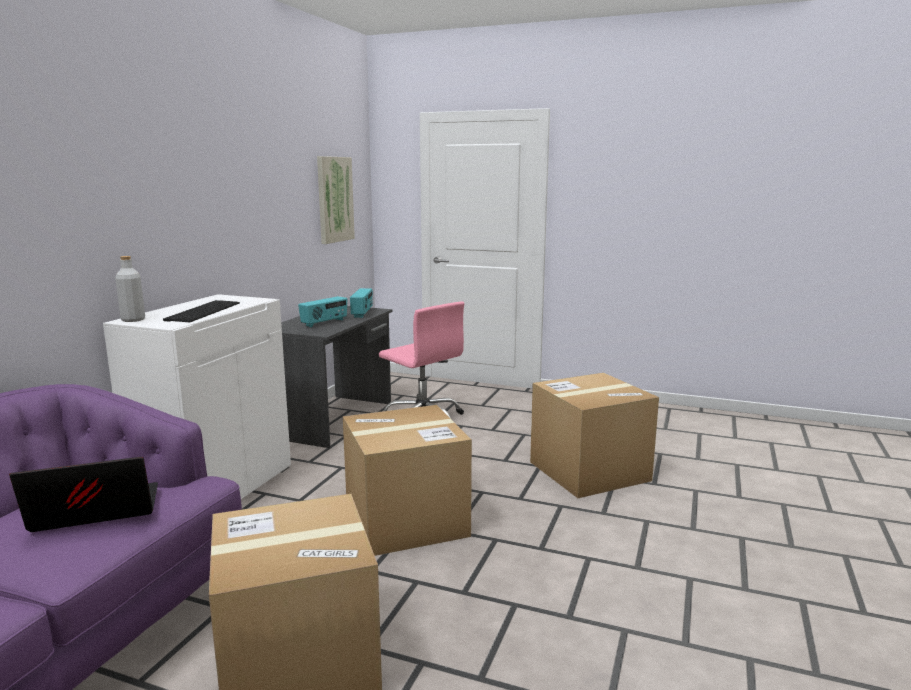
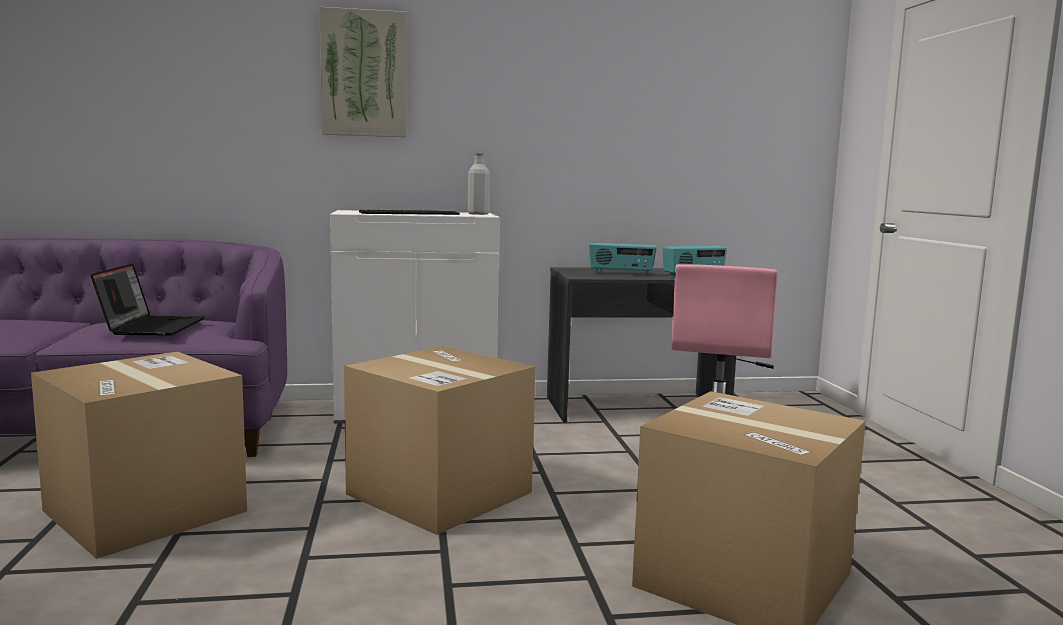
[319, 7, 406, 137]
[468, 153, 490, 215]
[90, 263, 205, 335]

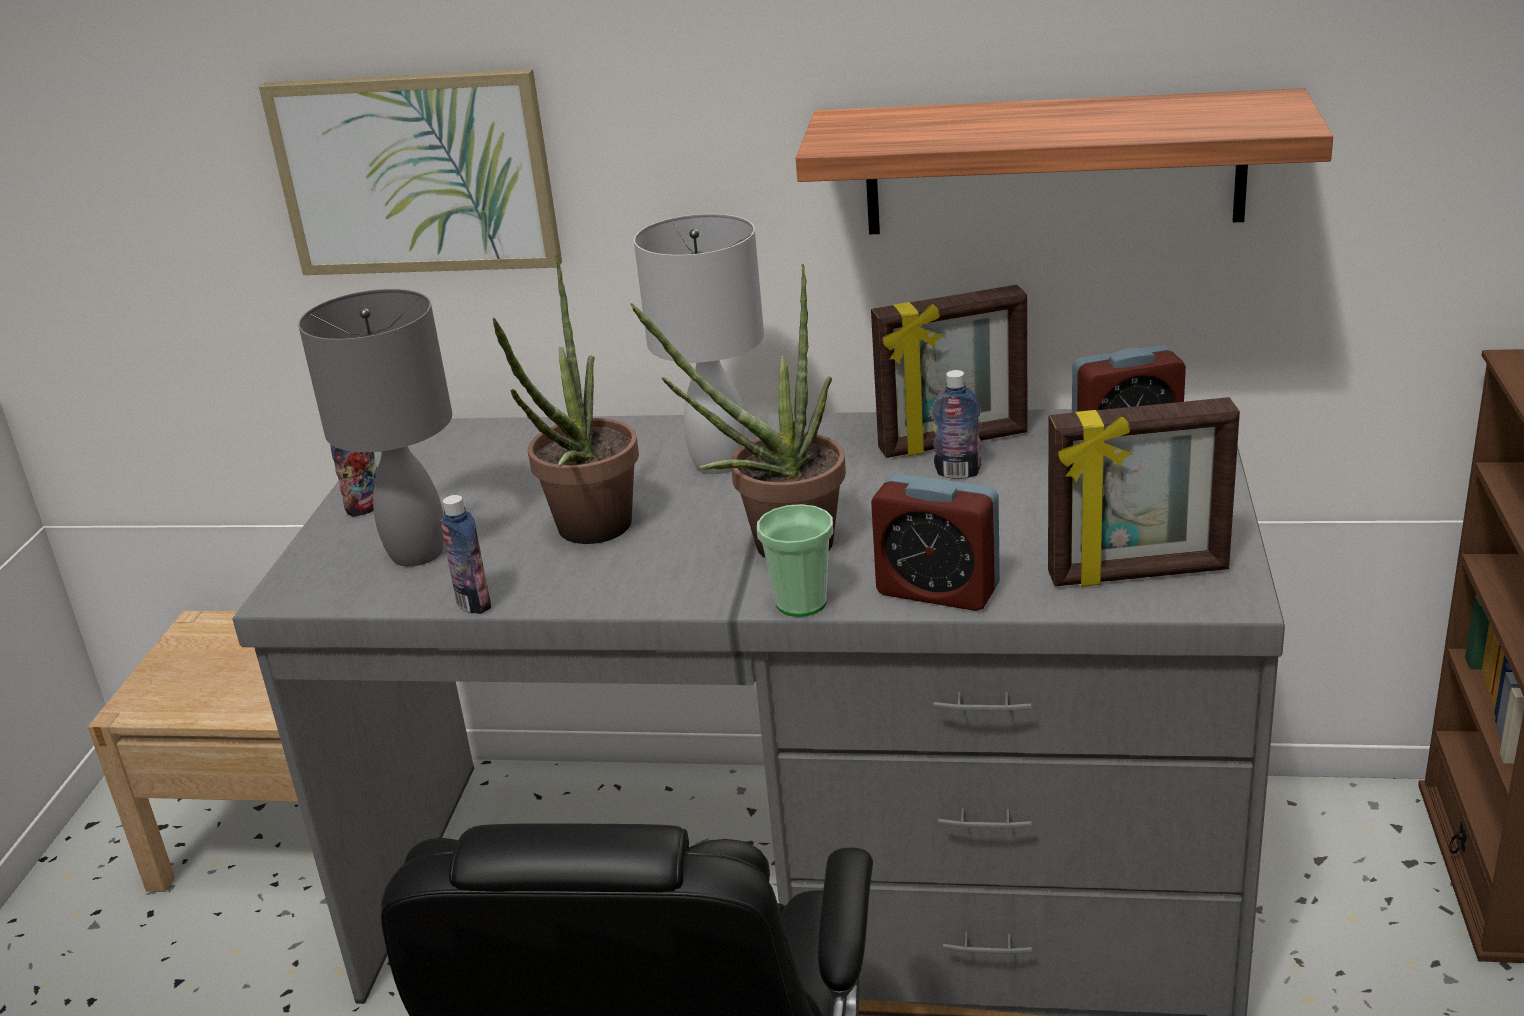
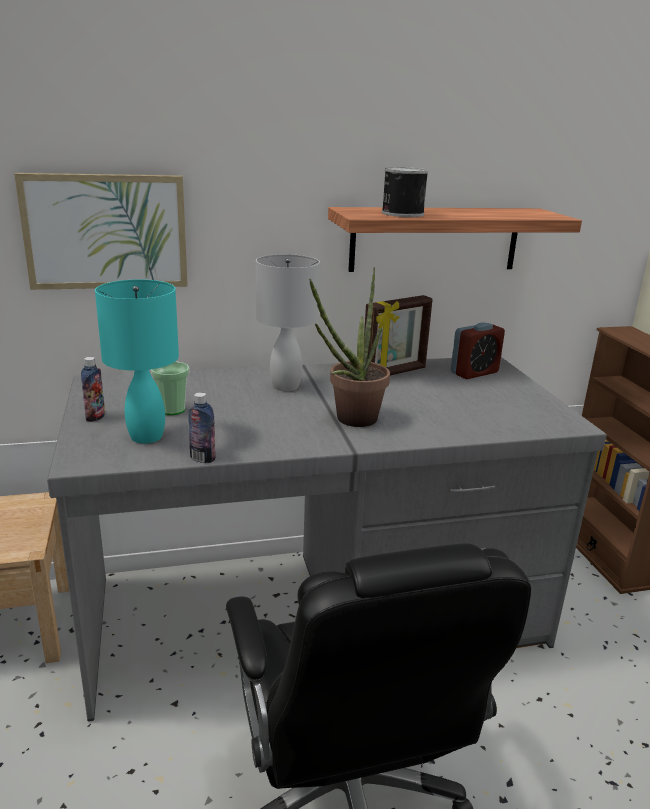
[492, 255, 639, 544] (first image)
[95, 279, 179, 444]
[932, 370, 982, 479] (first image)
[1048, 397, 1240, 587] (first image)
[871, 474, 1000, 611] (first image)
[151, 362, 189, 415]
[382, 167, 428, 217]

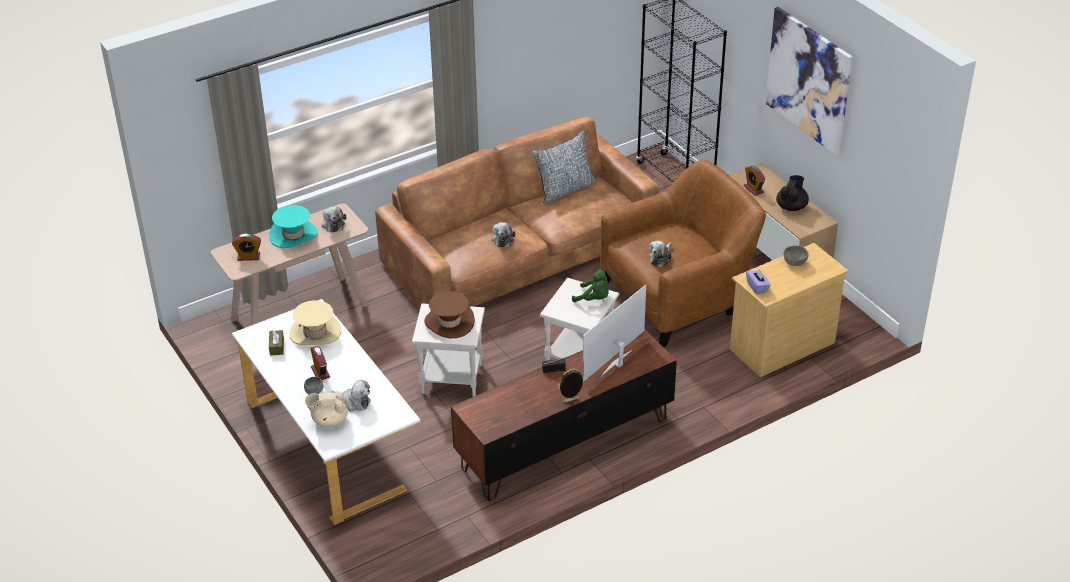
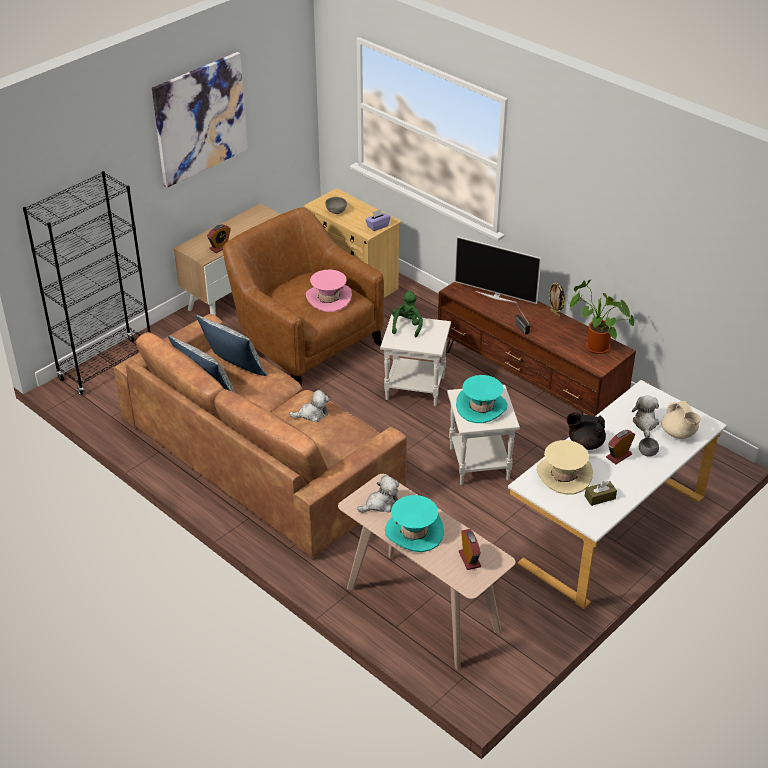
[567, 412, 606, 450]
[306, 270, 352, 312]
[456, 375, 508, 423]
[570, 280, 634, 354]
[195, 315, 267, 376]

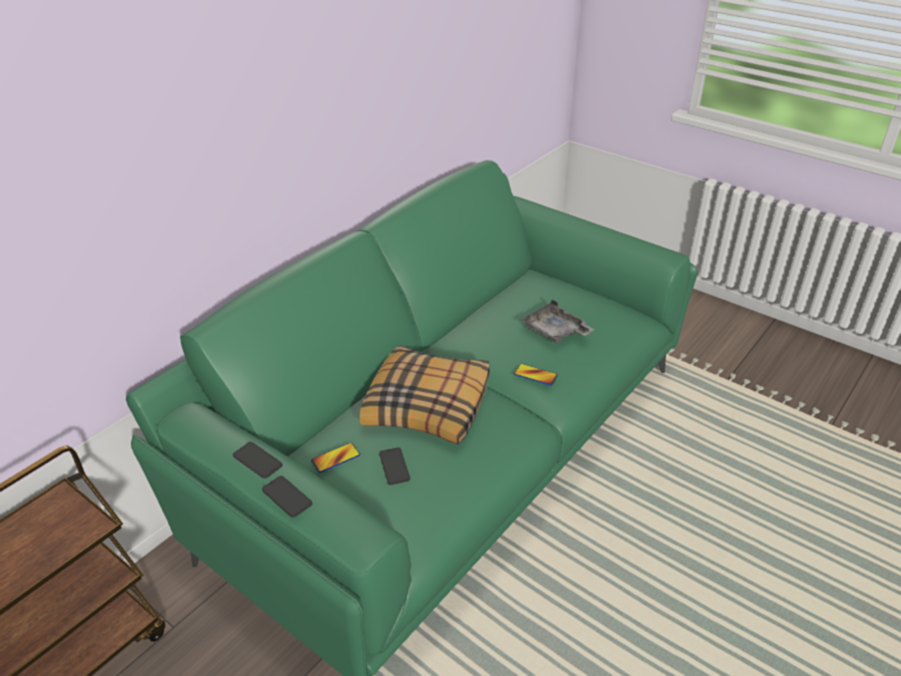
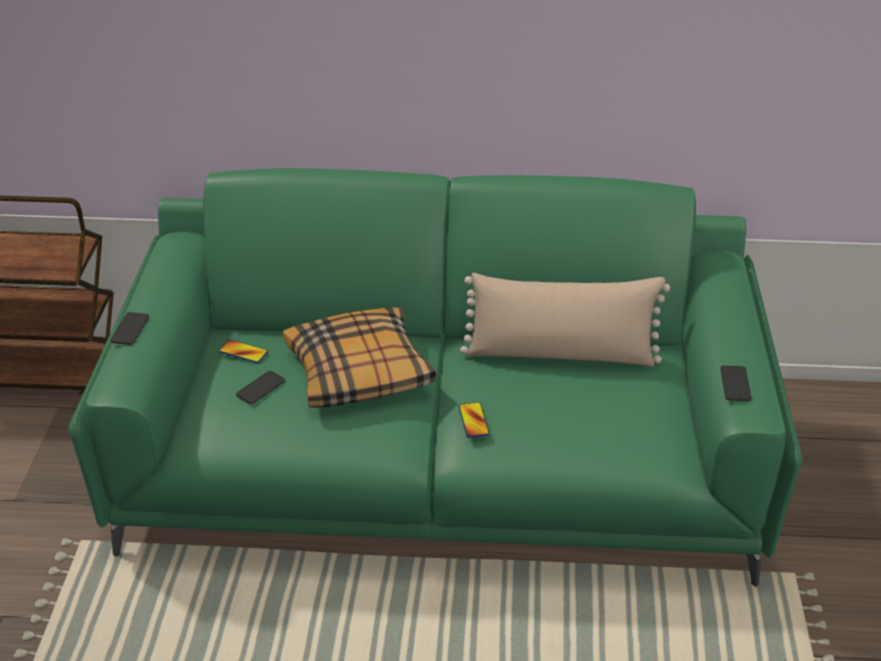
[521, 299, 594, 343] (first image)
[720, 366, 751, 401]
[460, 273, 670, 367]

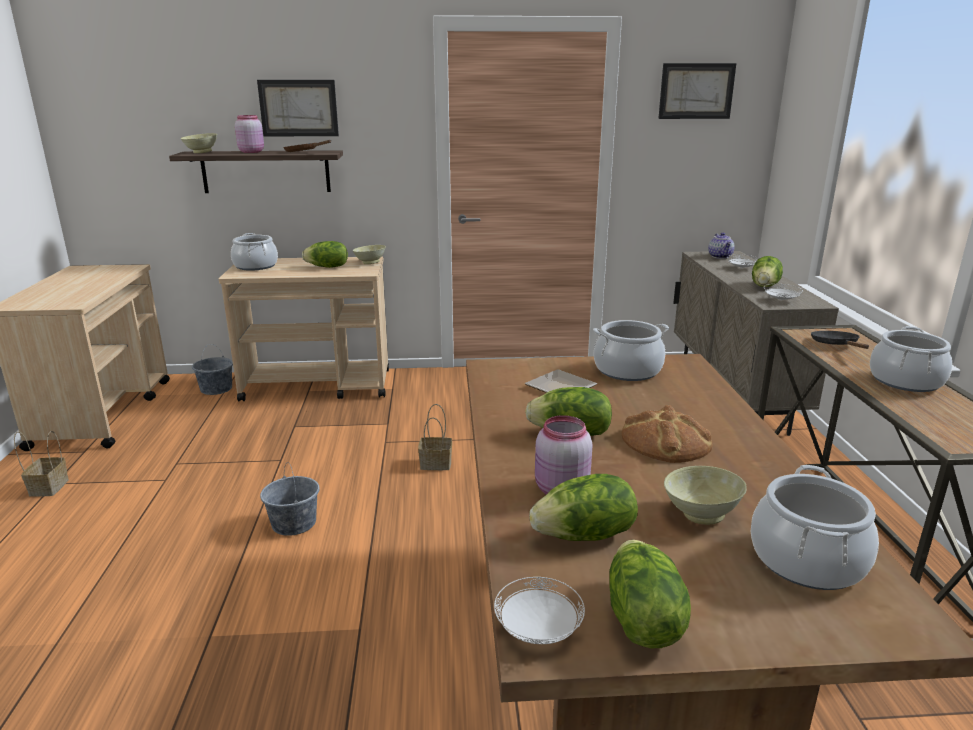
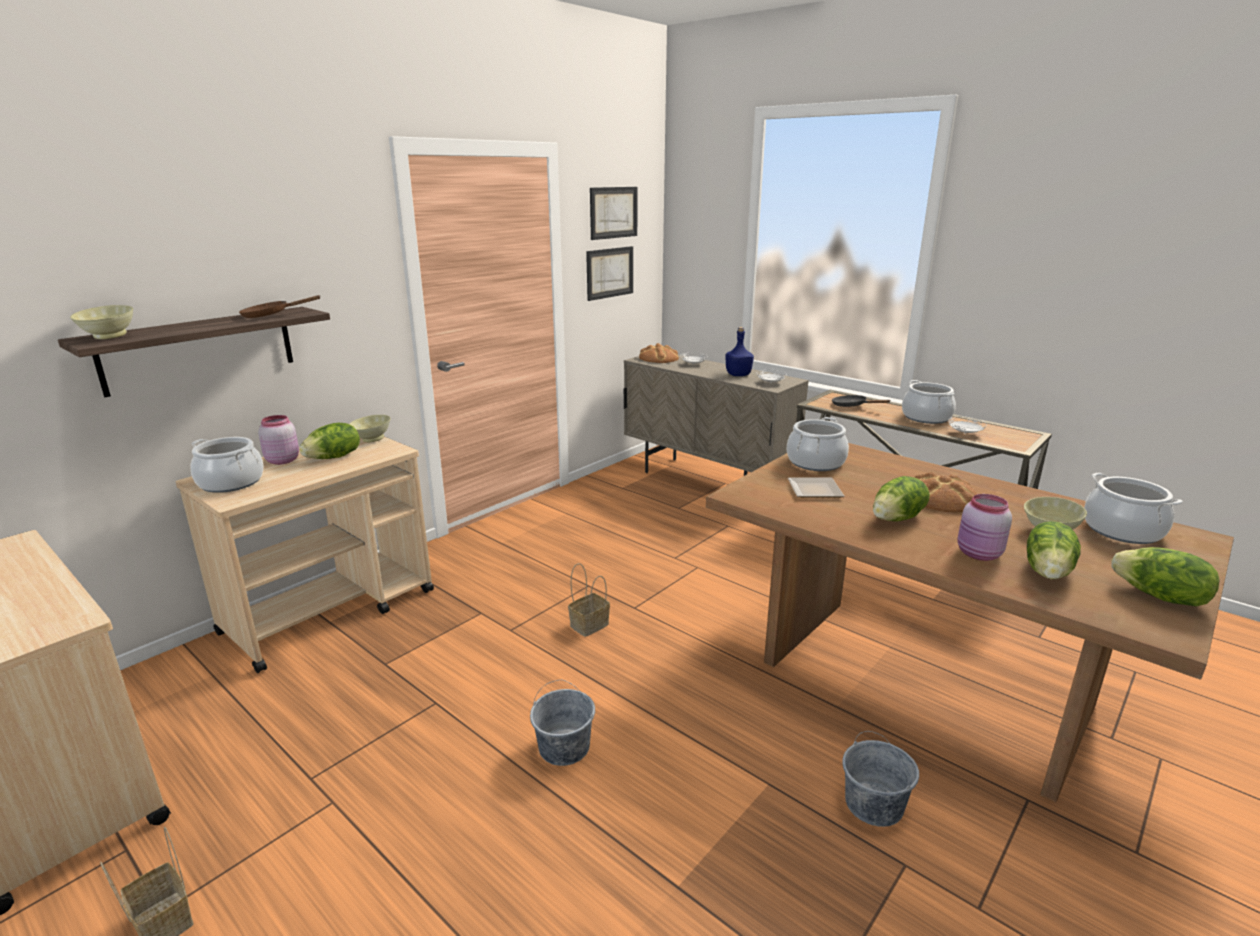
[586, 246, 633, 301]
[258, 415, 299, 465]
[639, 343, 679, 363]
[725, 327, 754, 376]
[842, 731, 919, 827]
[948, 416, 987, 434]

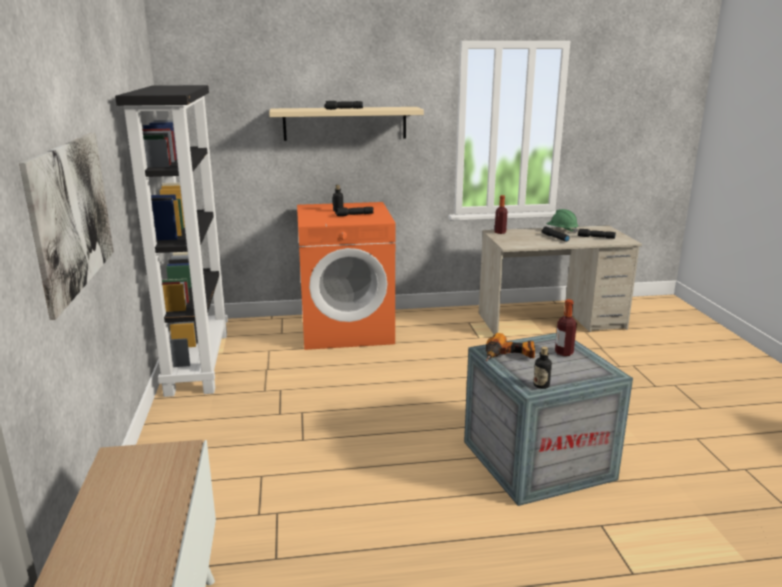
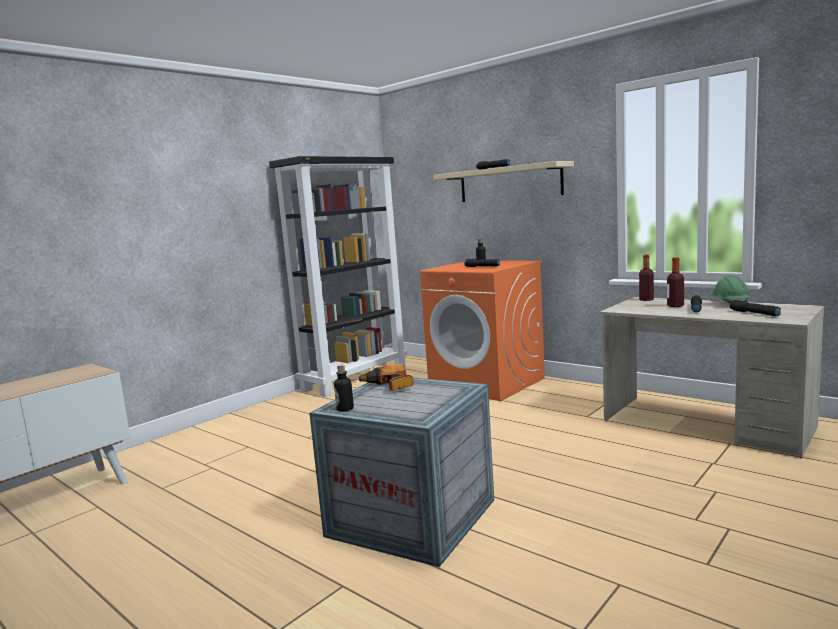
[19, 133, 114, 320] (first image)
[667, 257, 684, 307]

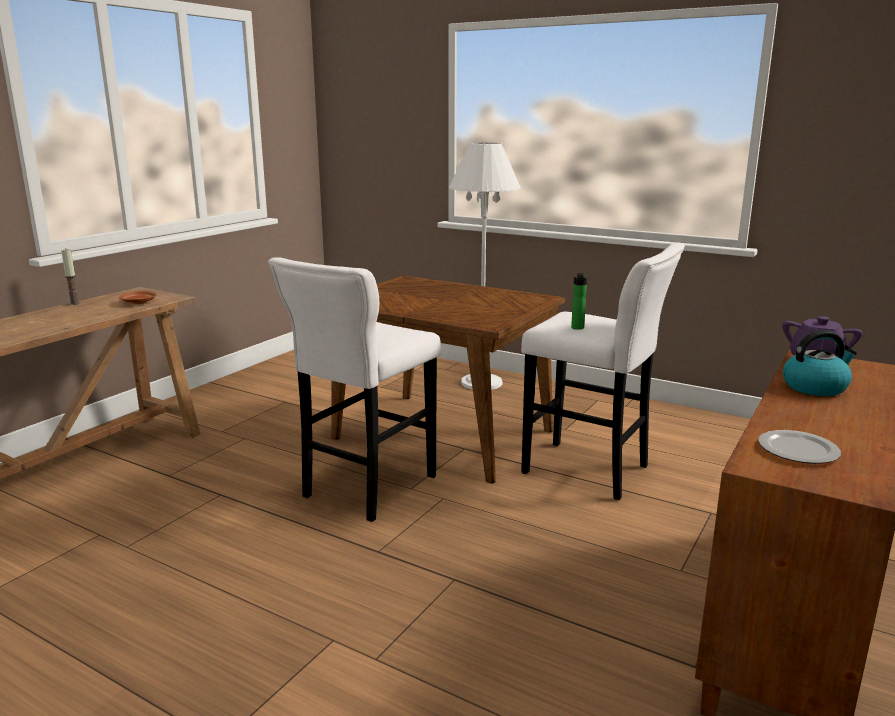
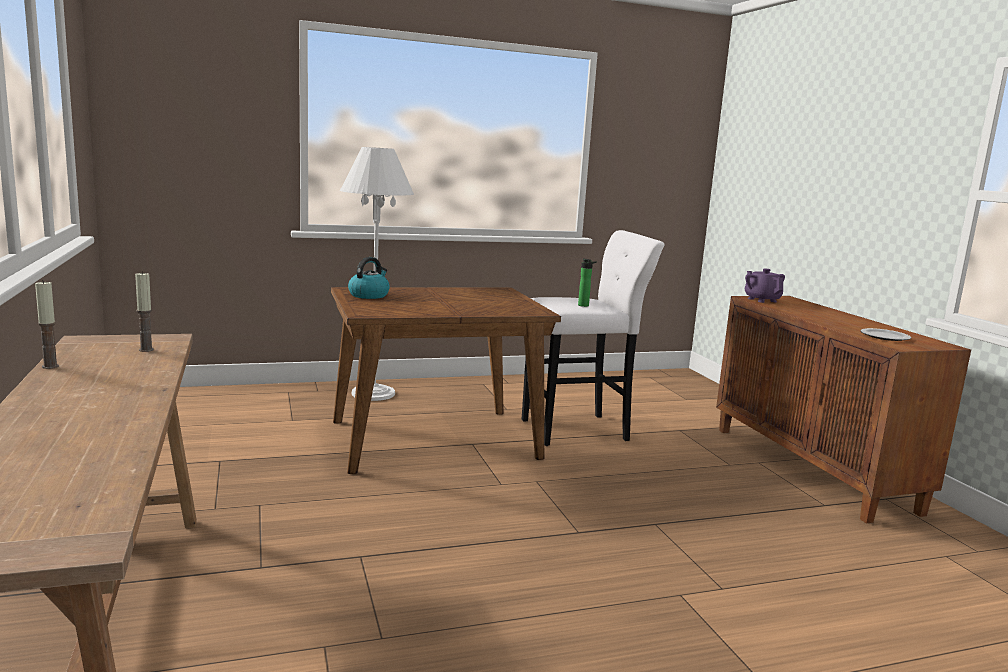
[268, 257, 441, 522] (first image)
[135, 271, 154, 352]
[348, 257, 390, 299]

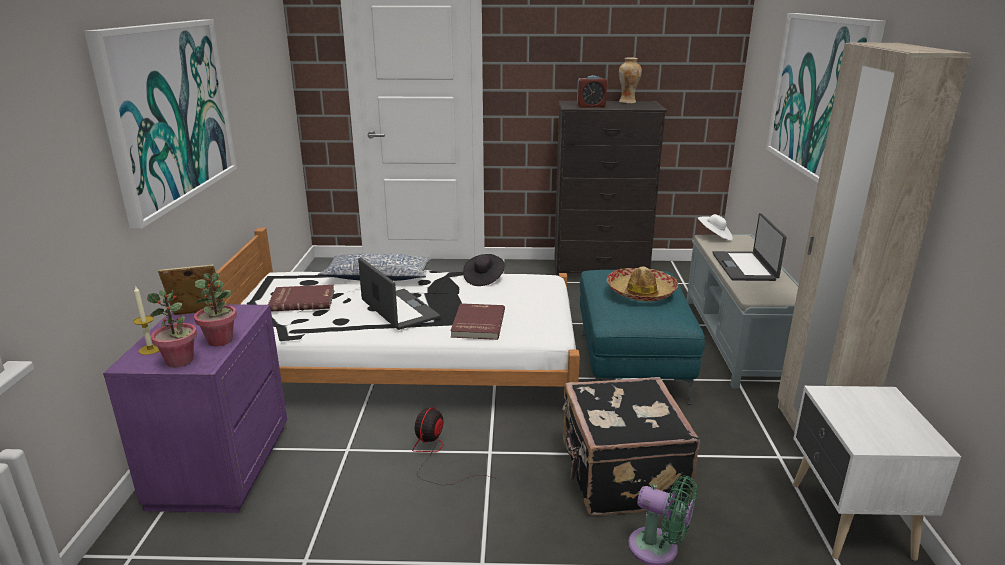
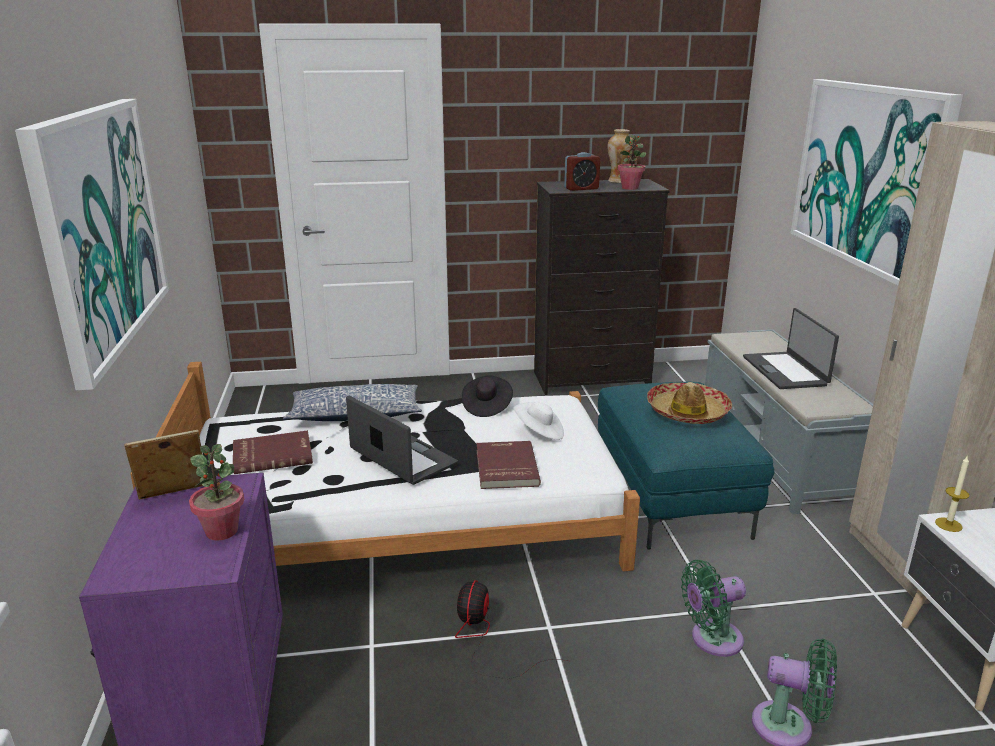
[513, 402, 564, 440]
[935, 455, 969, 532]
[618, 134, 646, 190]
[681, 560, 746, 657]

